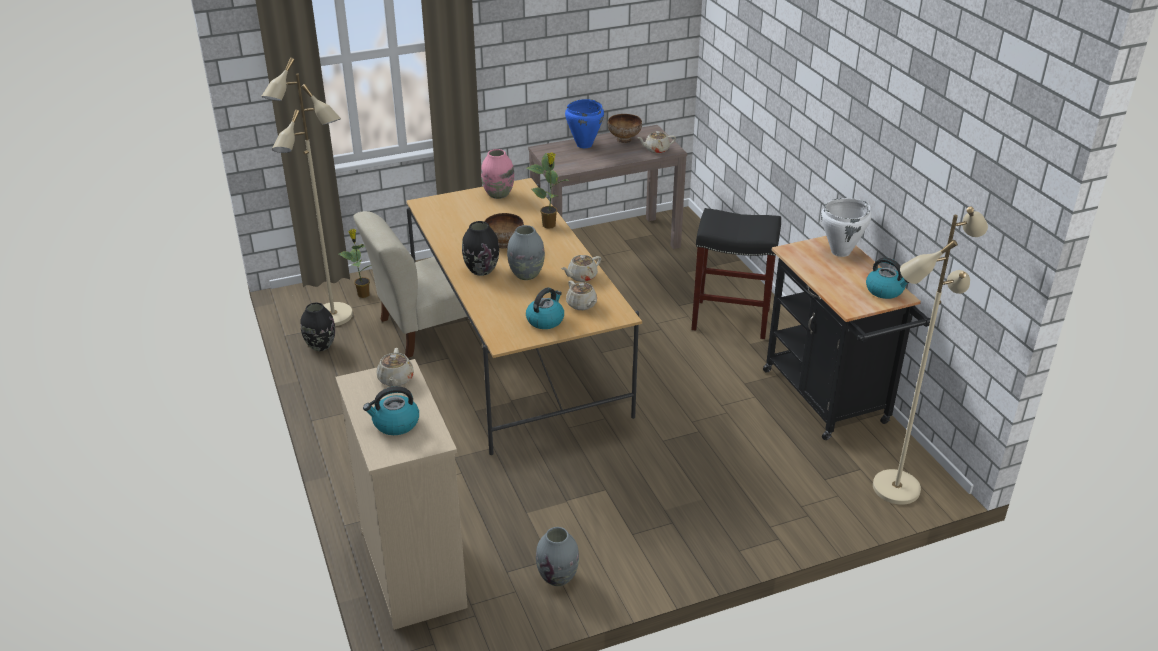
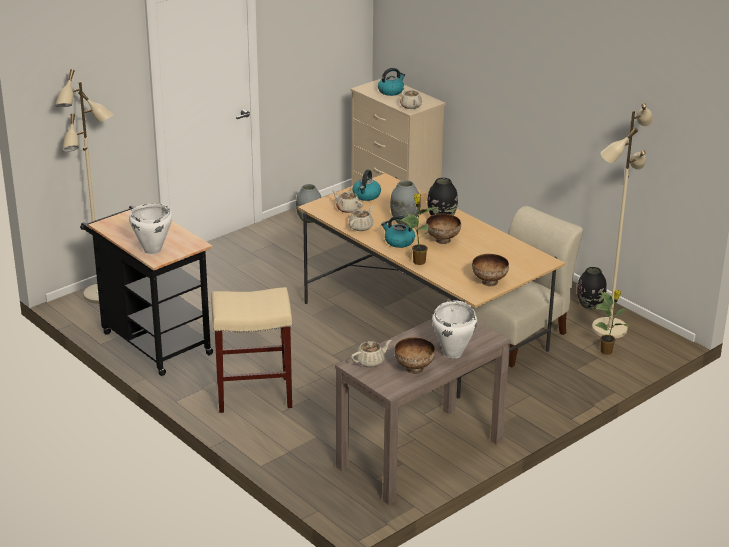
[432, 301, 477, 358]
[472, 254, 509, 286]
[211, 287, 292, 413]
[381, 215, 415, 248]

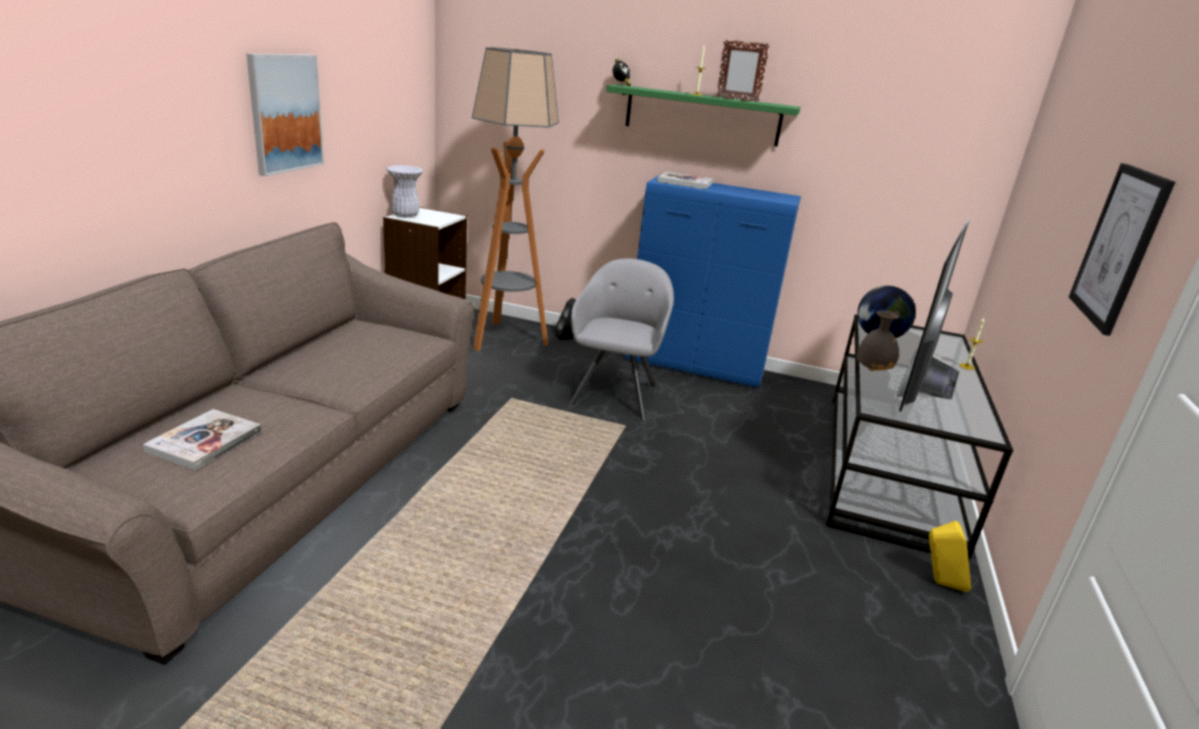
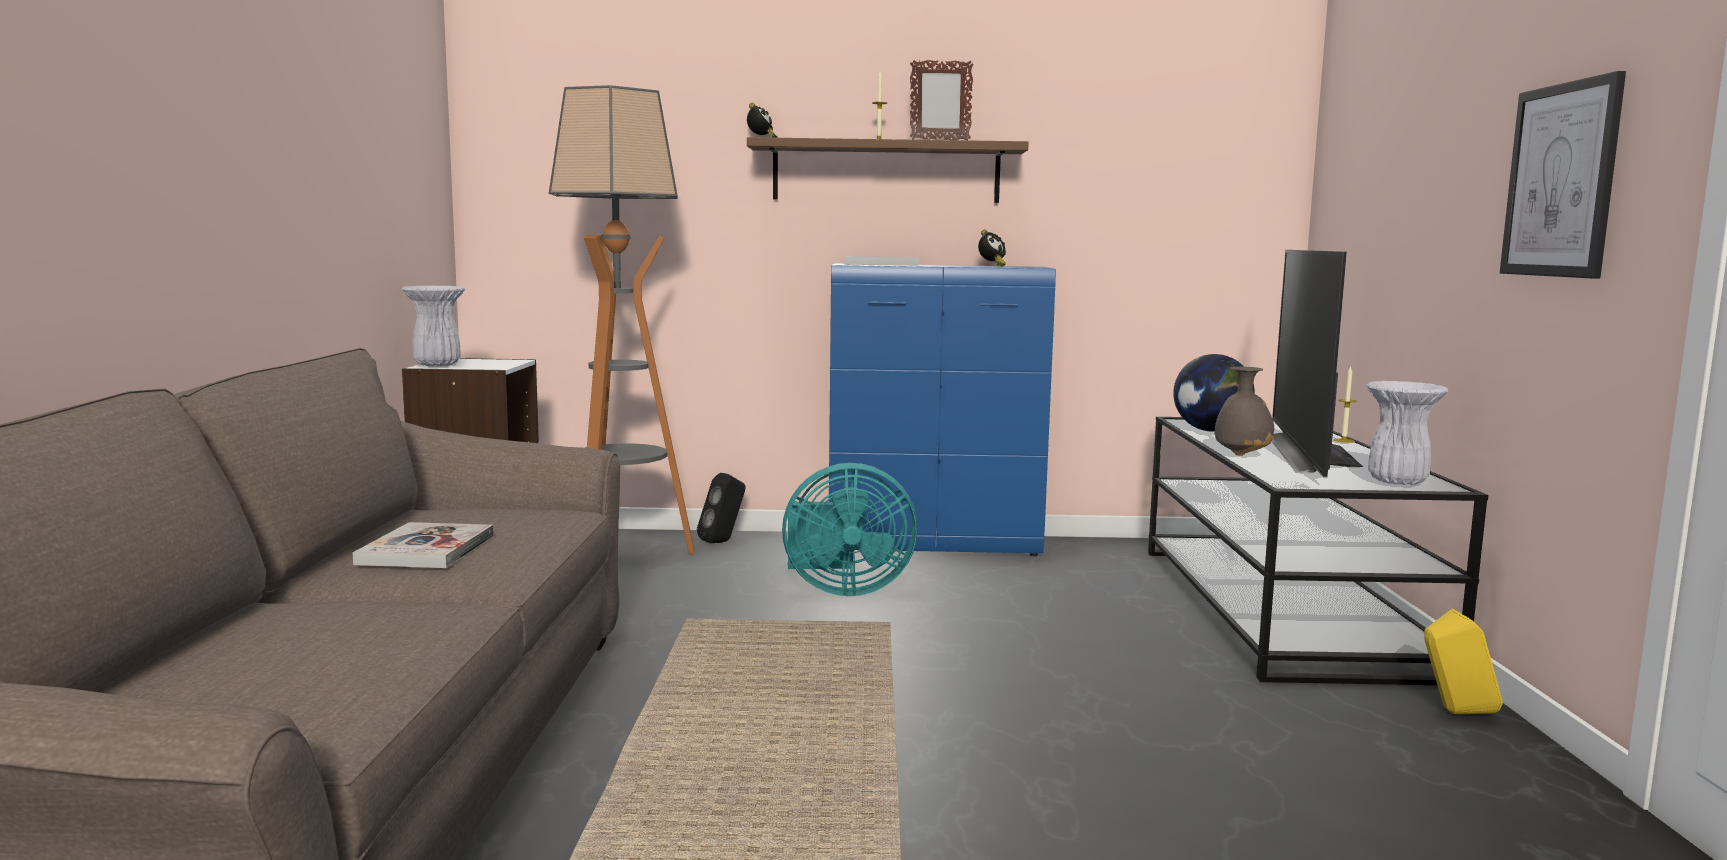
[246, 54, 324, 176] (first image)
[747, 137, 1029, 203]
[782, 463, 918, 596]
[352, 522, 494, 568]
[978, 229, 1006, 267]
[1366, 381, 1448, 485]

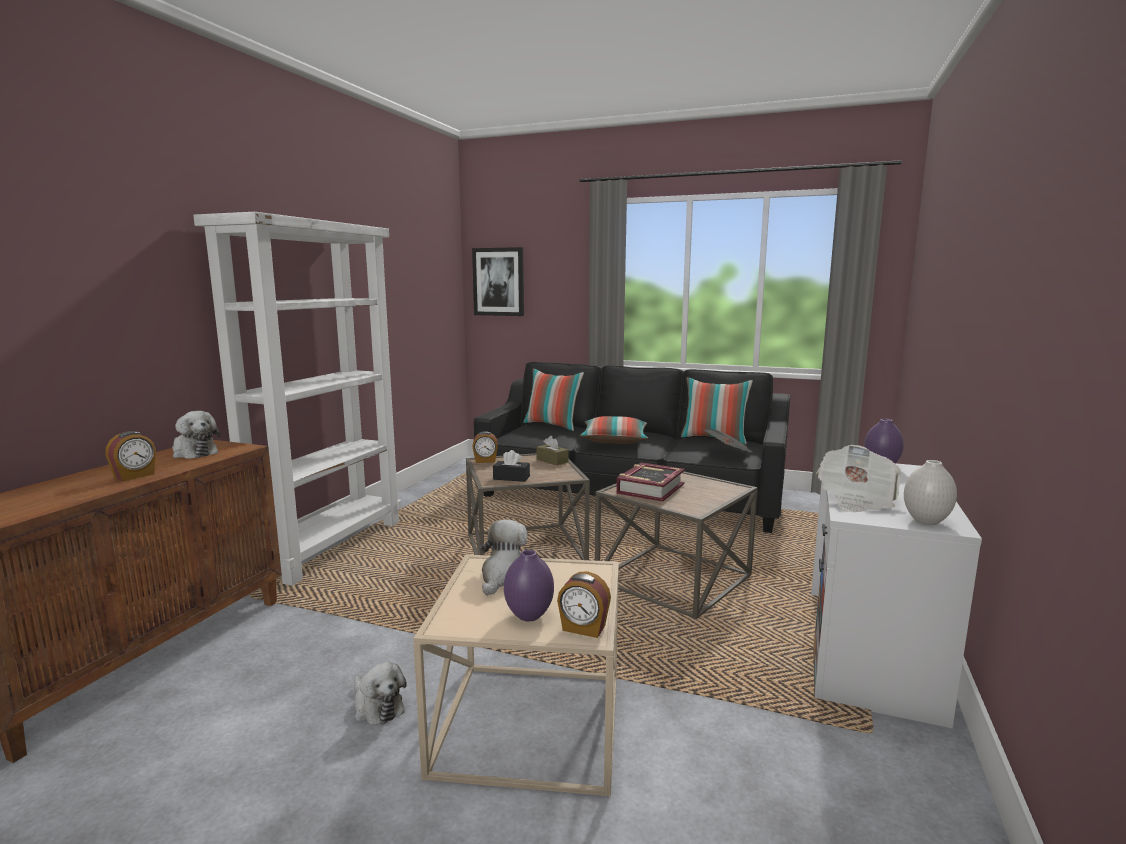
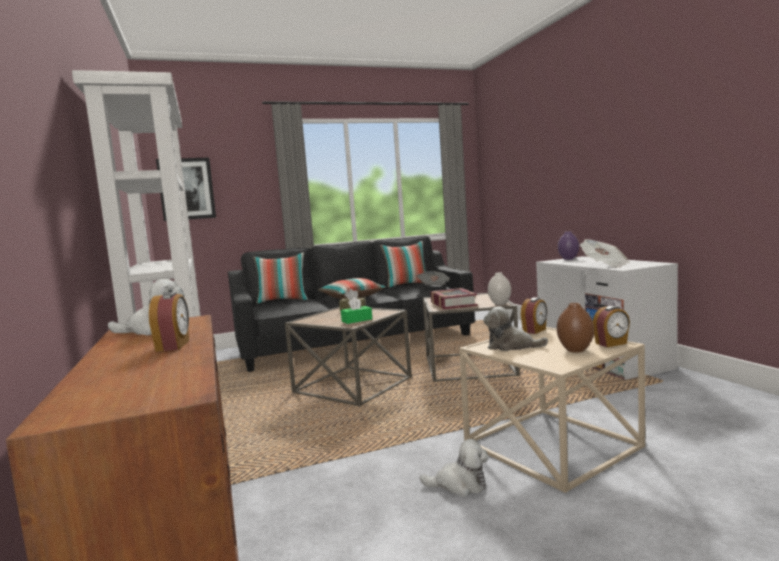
[521, 298, 547, 334]
[341, 297, 372, 324]
[488, 273, 511, 305]
[484, 306, 548, 351]
[557, 303, 594, 353]

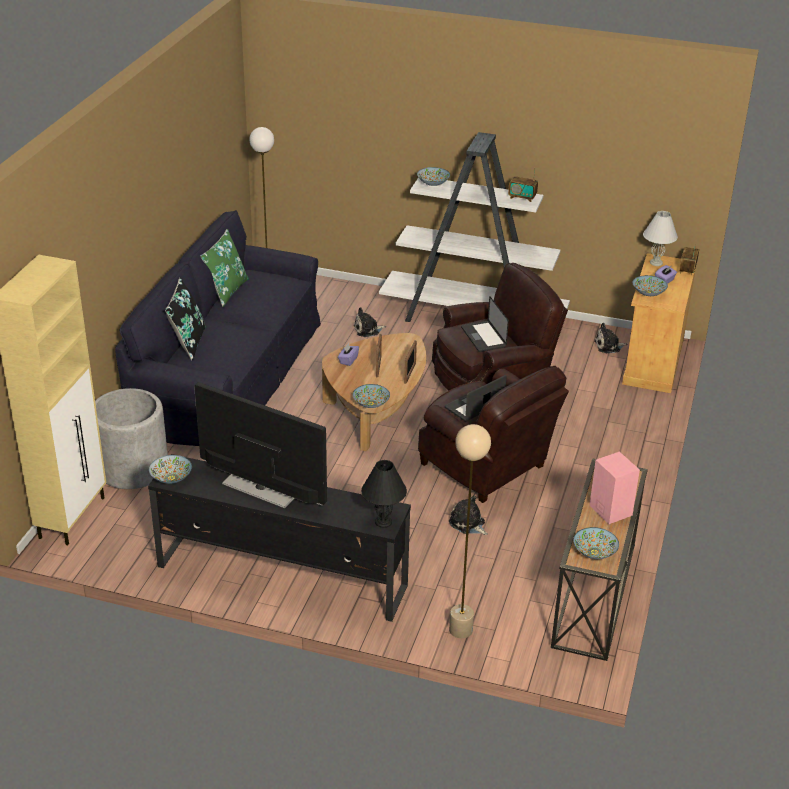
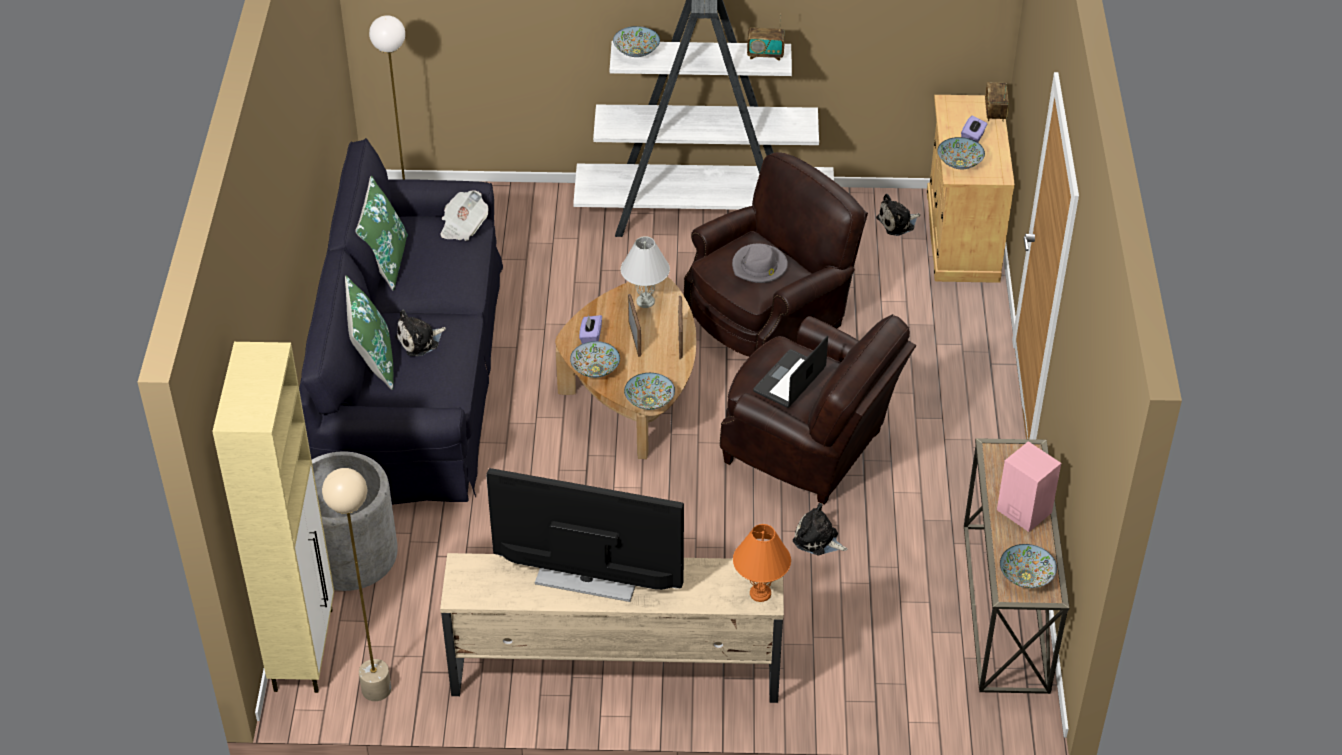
[621, 236, 670, 308]
[345, 276, 394, 390]
[732, 244, 788, 283]
[395, 310, 446, 356]
[322, 468, 391, 701]
[440, 553, 784, 703]
[570, 341, 620, 378]
[733, 524, 791, 602]
[440, 190, 489, 241]

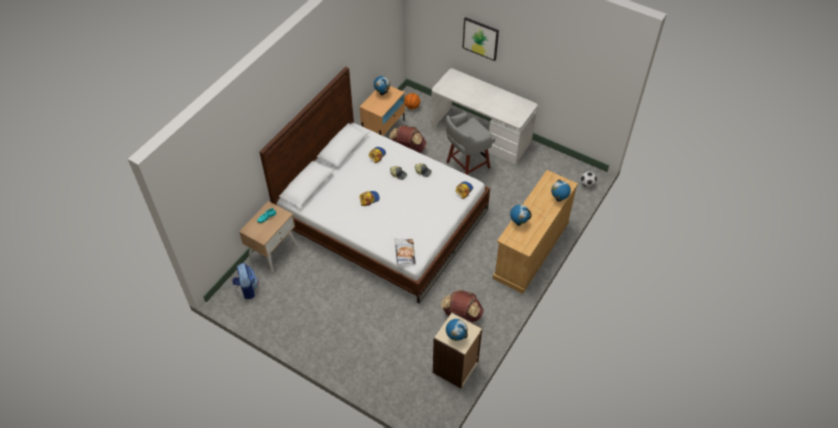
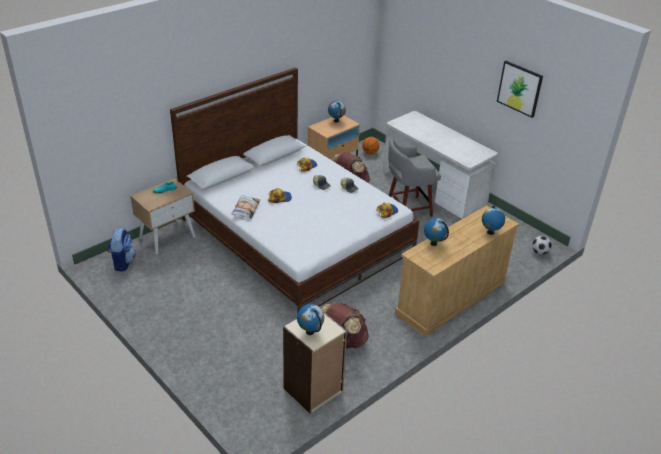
[497, 61, 543, 118]
[232, 195, 260, 219]

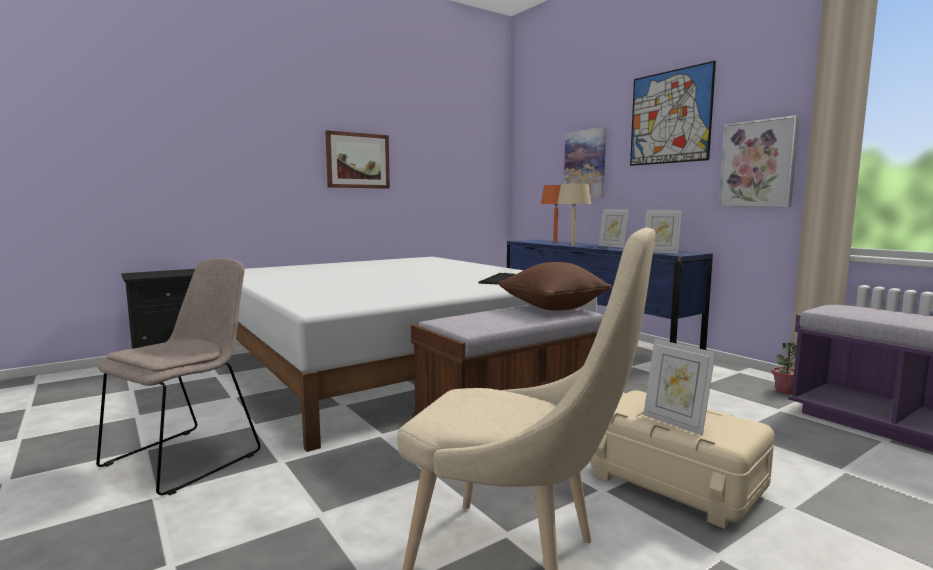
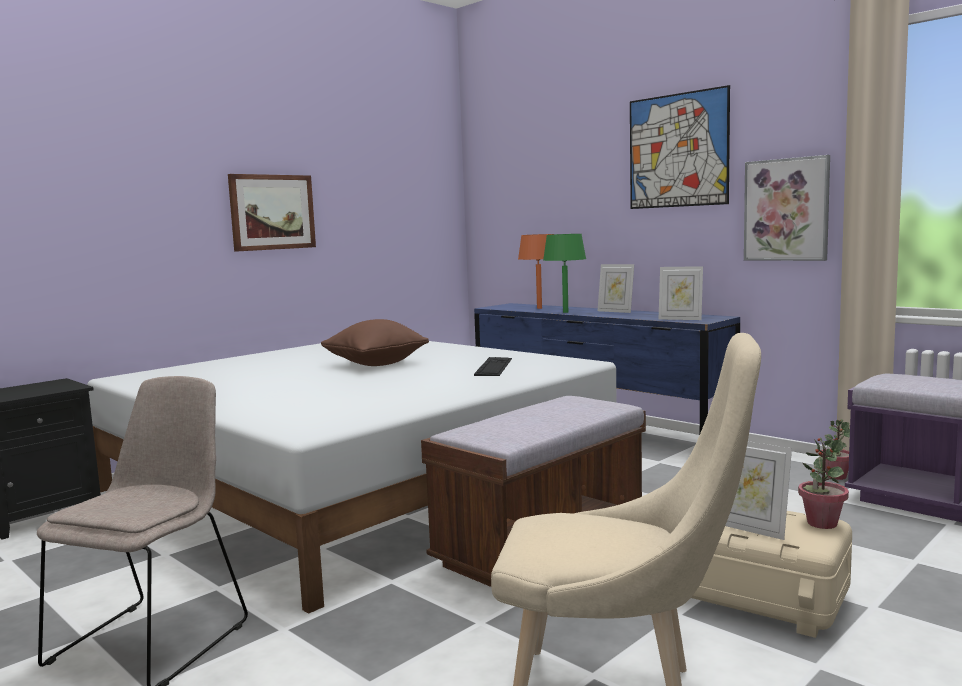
[564, 127, 606, 198] (first image)
[543, 234, 586, 313]
[321, 319, 429, 366]
[798, 438, 849, 529]

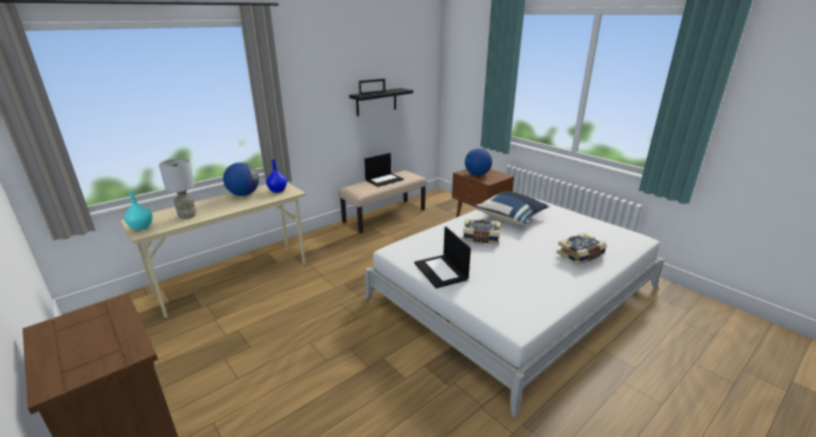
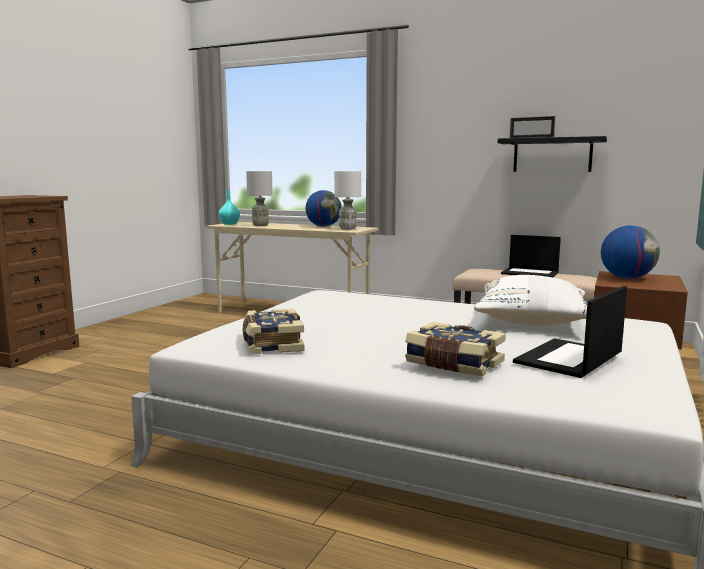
[334, 171, 361, 230]
[474, 275, 587, 326]
[243, 308, 304, 354]
[513, 286, 627, 378]

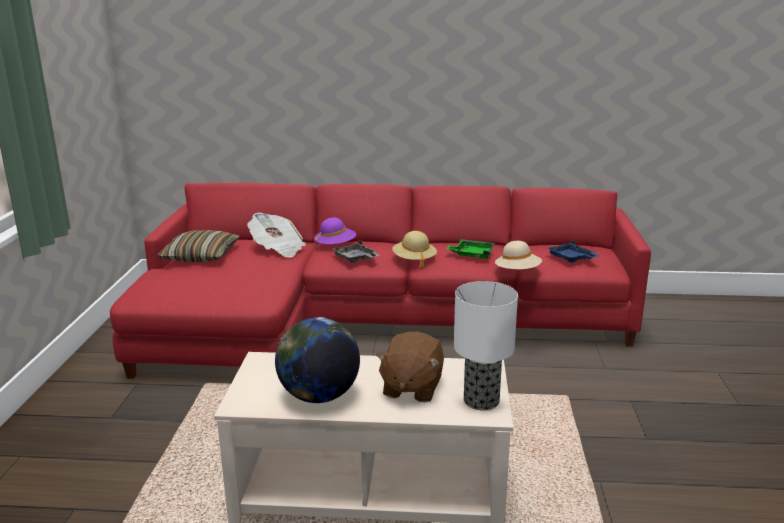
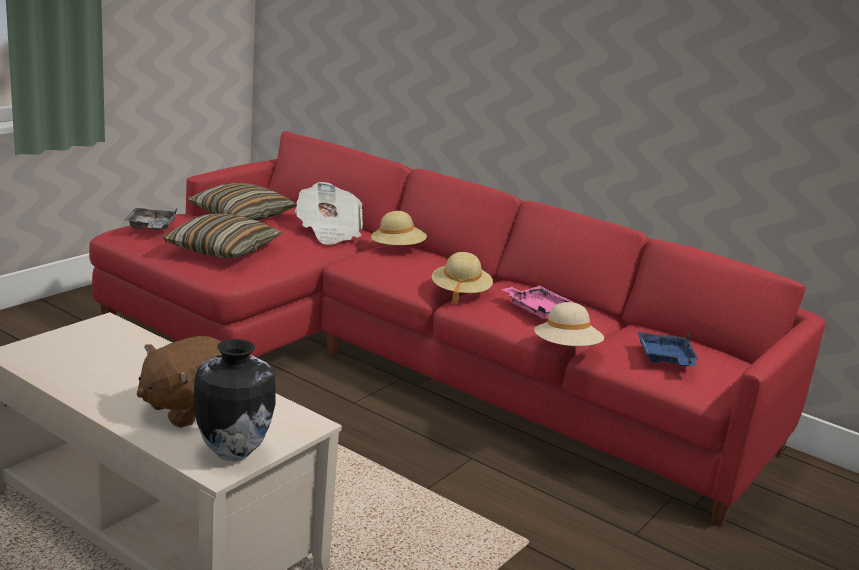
[370, 211, 427, 245]
[501, 286, 574, 319]
[125, 208, 177, 230]
[193, 339, 276, 461]
[275, 317, 360, 403] (first image)
[162, 213, 283, 258]

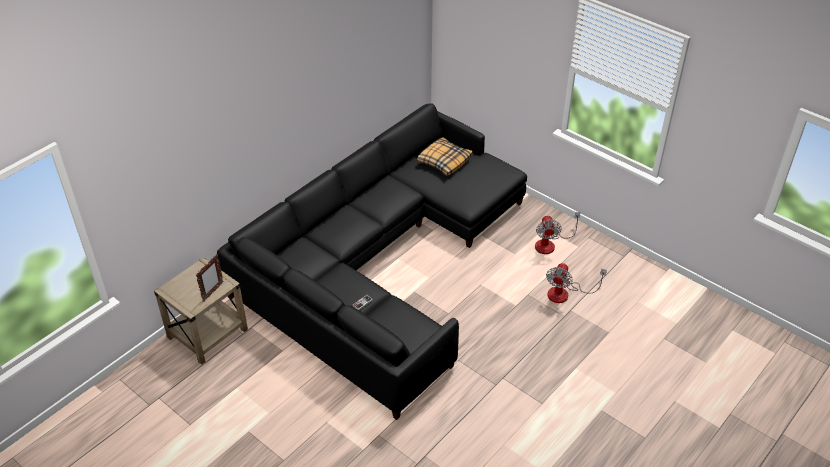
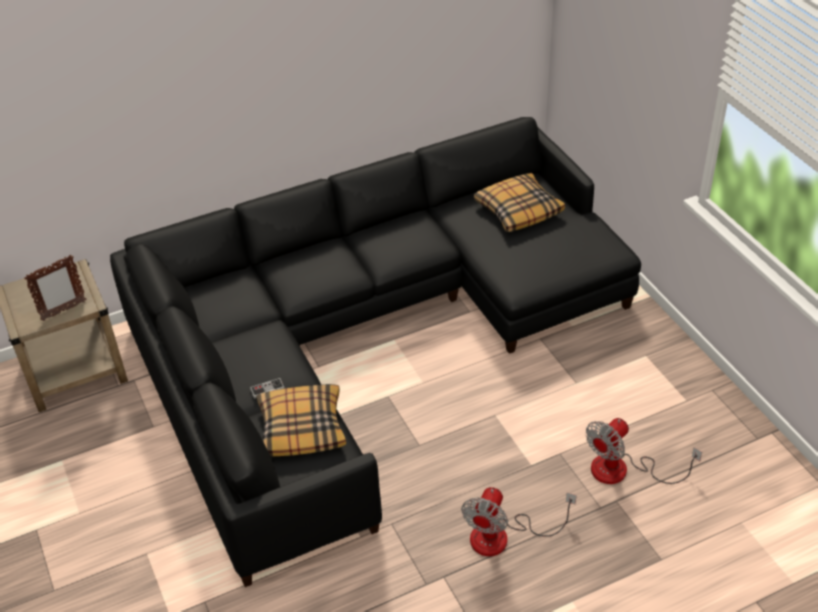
[461, 487, 576, 556]
[257, 384, 346, 457]

